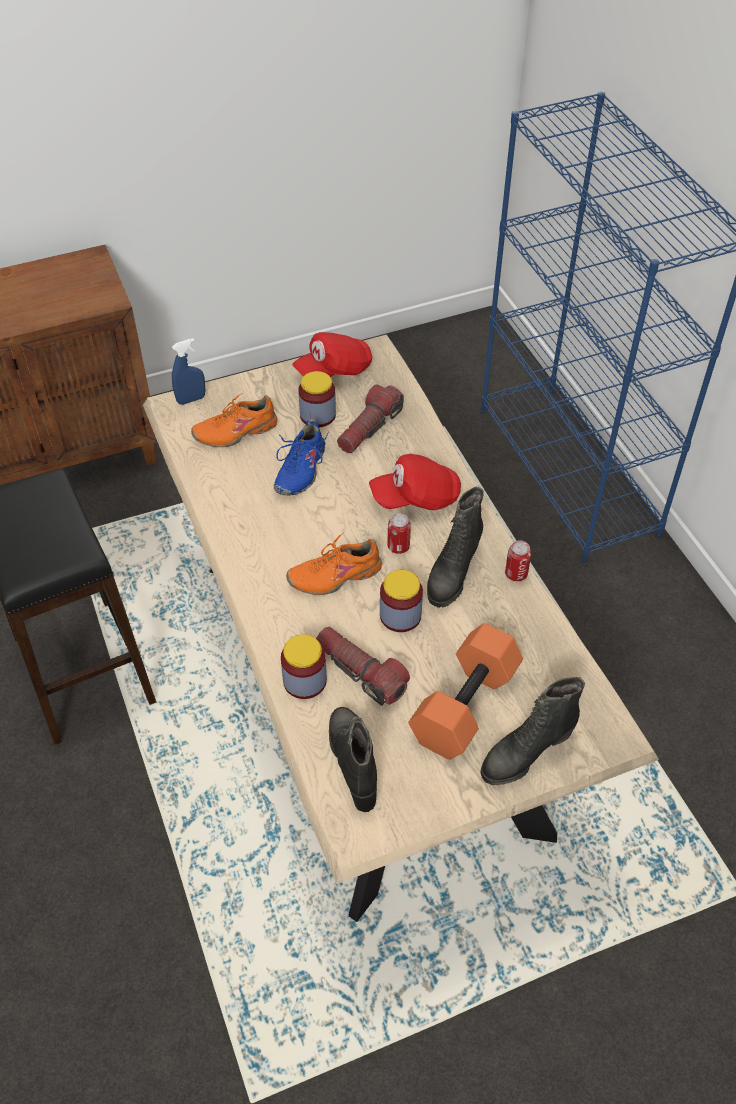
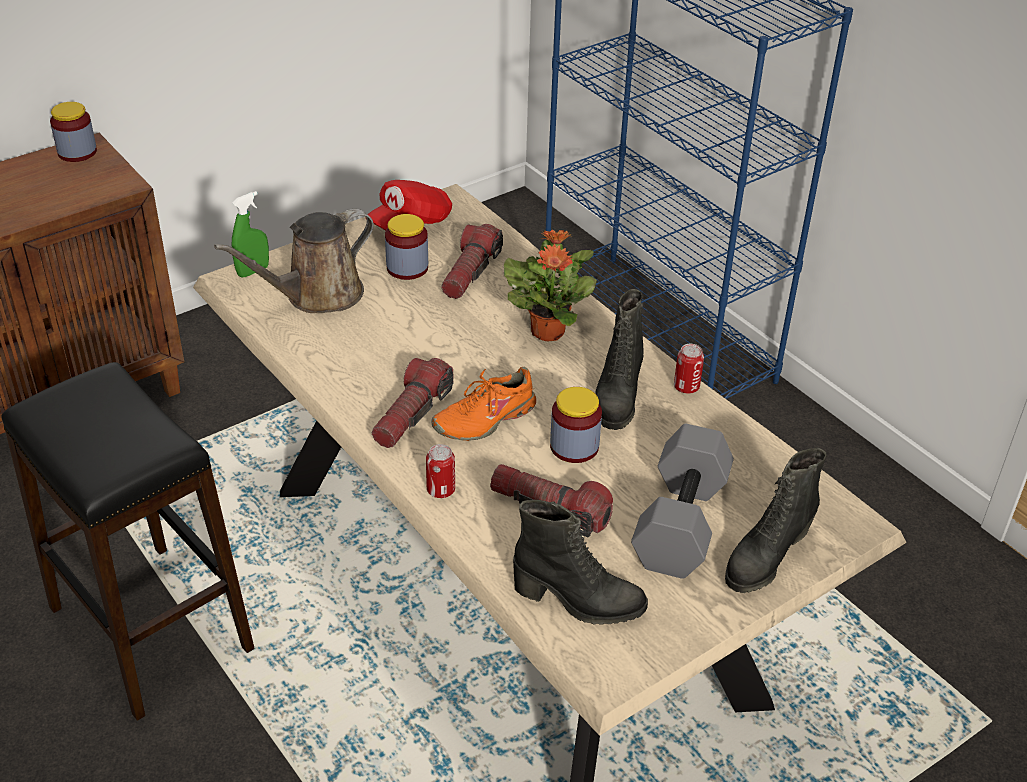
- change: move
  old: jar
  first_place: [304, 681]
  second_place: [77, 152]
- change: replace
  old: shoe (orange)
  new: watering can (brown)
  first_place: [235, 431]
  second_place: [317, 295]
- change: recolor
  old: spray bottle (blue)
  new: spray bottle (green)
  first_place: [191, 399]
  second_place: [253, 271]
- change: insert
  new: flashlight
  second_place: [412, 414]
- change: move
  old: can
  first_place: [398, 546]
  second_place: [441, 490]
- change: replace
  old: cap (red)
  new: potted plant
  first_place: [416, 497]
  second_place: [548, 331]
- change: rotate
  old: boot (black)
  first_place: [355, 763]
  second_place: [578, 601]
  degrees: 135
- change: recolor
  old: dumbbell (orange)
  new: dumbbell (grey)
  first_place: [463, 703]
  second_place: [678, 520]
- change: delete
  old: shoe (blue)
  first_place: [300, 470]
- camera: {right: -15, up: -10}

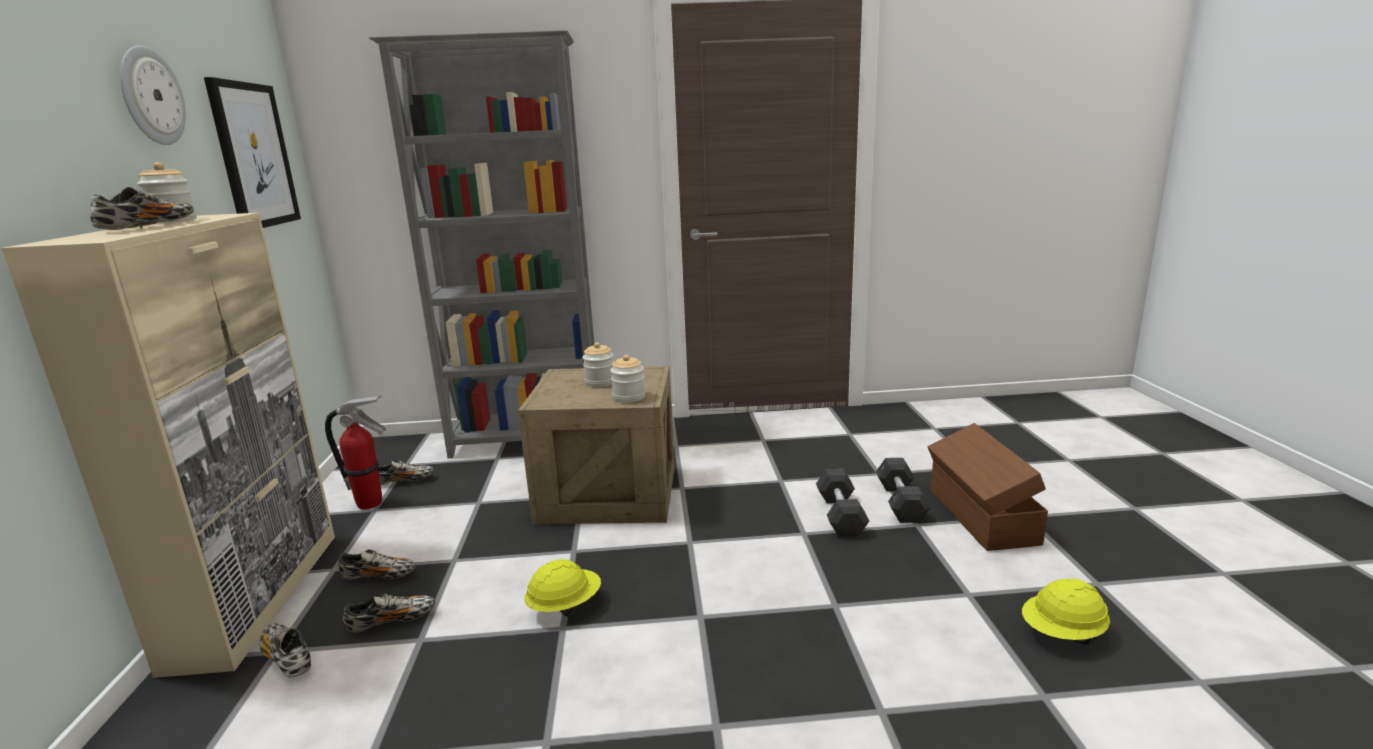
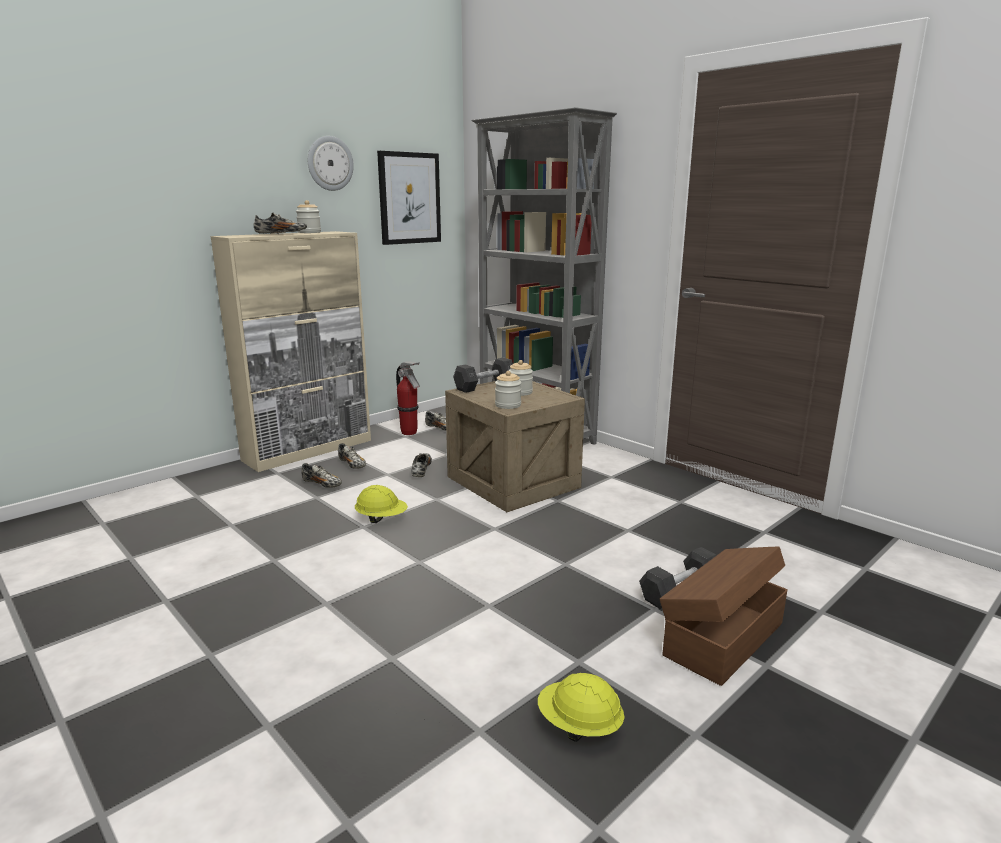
- change: move
  old: shoe
  first_place: [287, 658]
  second_place: [421, 470]
- change: move
  old: dumbbell (grey)
  first_place: [840, 515]
  second_place: [485, 386]
- camera: {right: 50, up: 0}

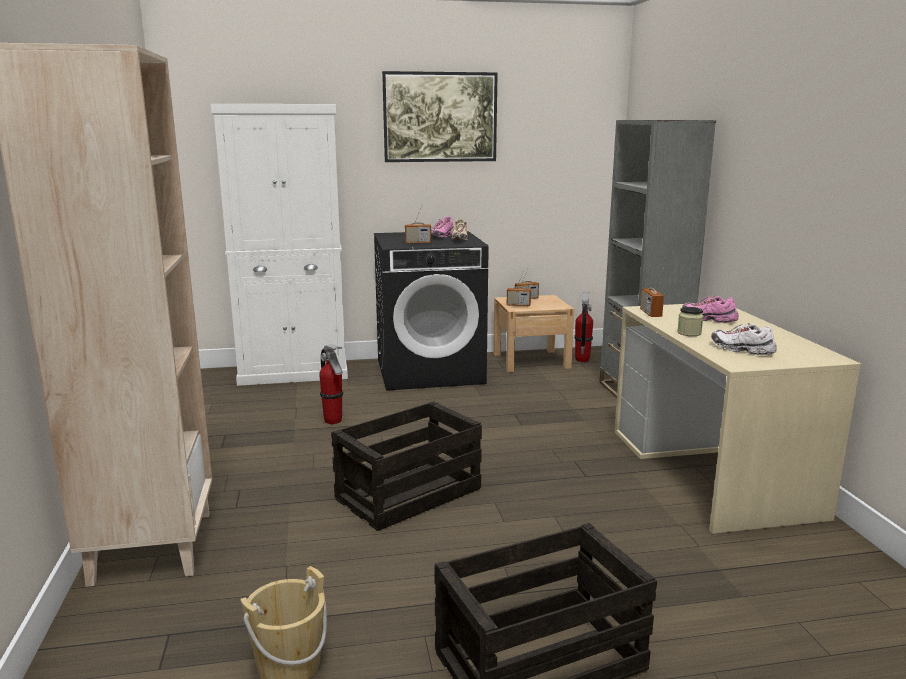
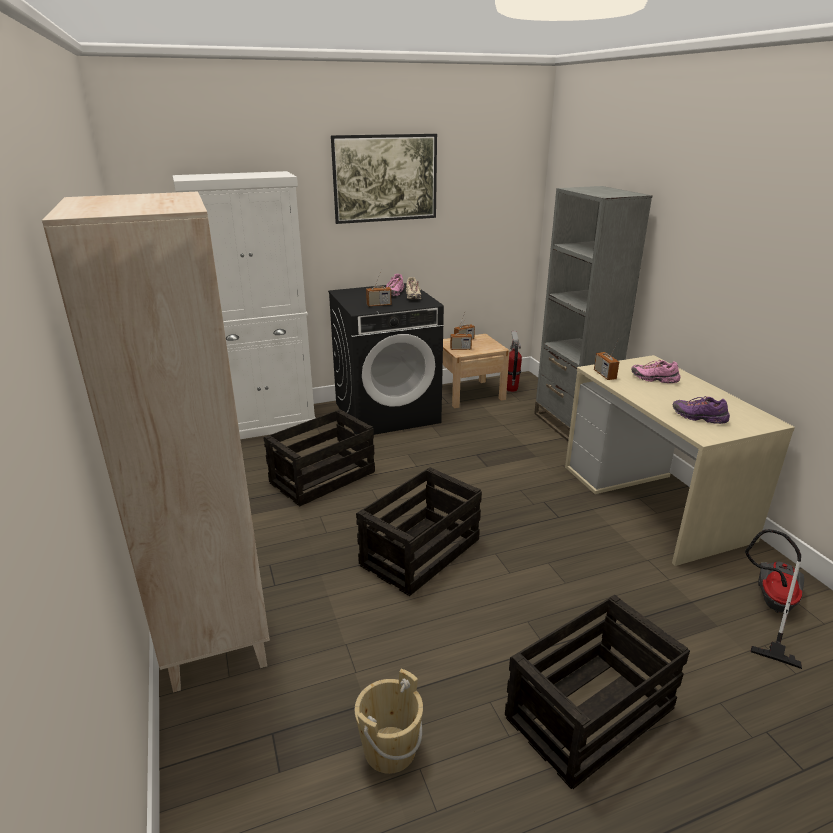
- change: replace
  old: fire extinguisher
  new: crate
  first_place: [333, 421]
  second_place: [323, 477]
- change: recolor
  old: shoe (white)
  new: shoe (purple)
  first_place: [742, 350]
  second_place: [699, 417]
- change: insert
  new: vacuum cleaner
  second_place: [771, 608]
- change: delete
  old: jar
  first_place: [689, 333]
- camera: {right: -10, up: 10}

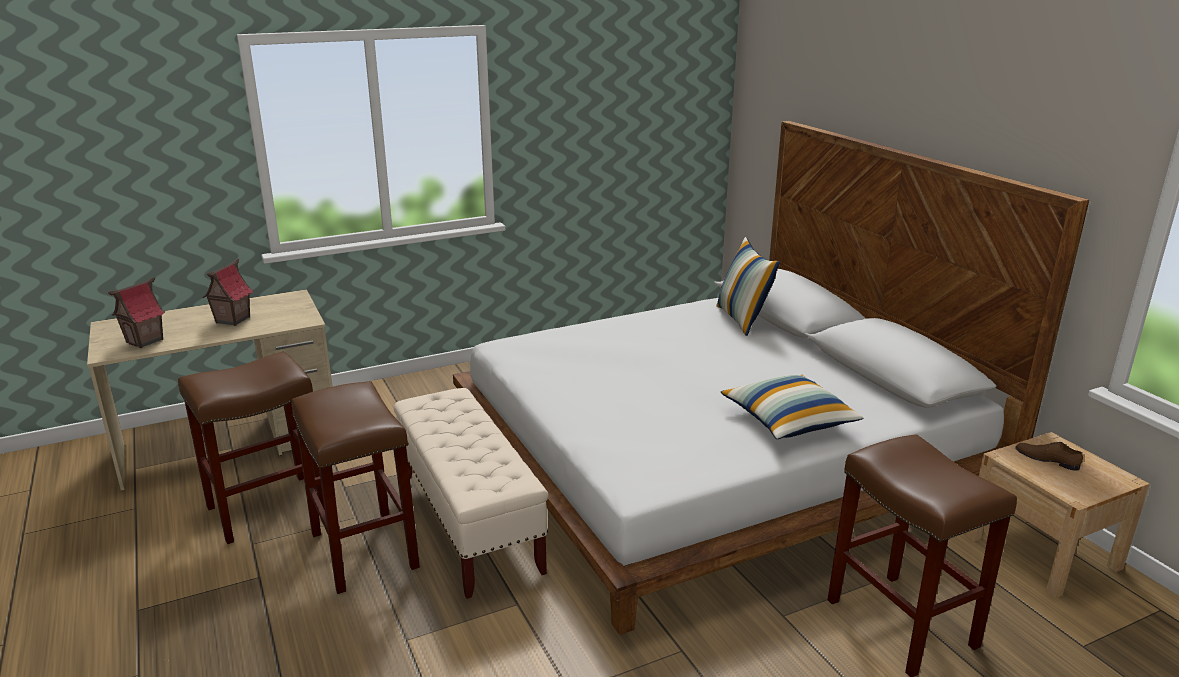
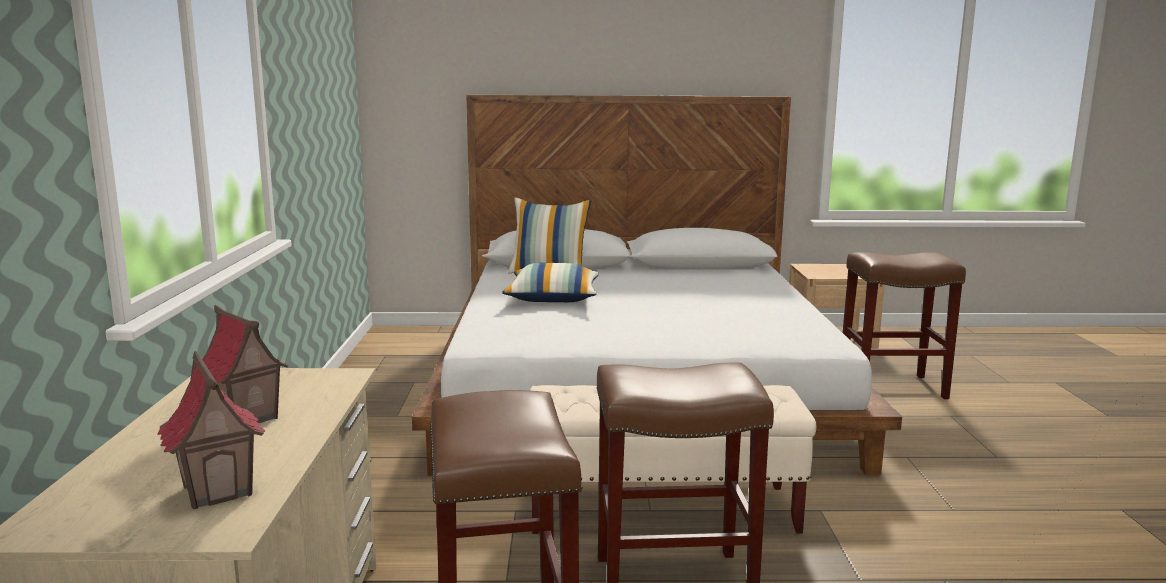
- change: move
  old: pillow
  first_place: [788, 421]
  second_place: [552, 298]
- change: delete
  old: shoe (brown)
  first_place: [1047, 459]
- camera: {right: -65, up: -10}

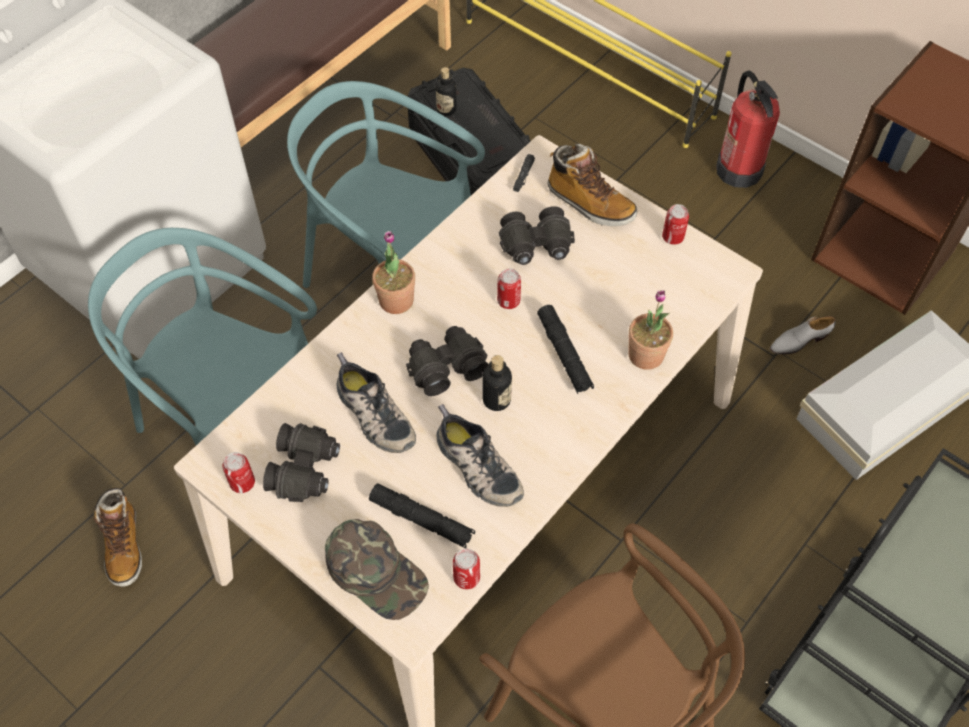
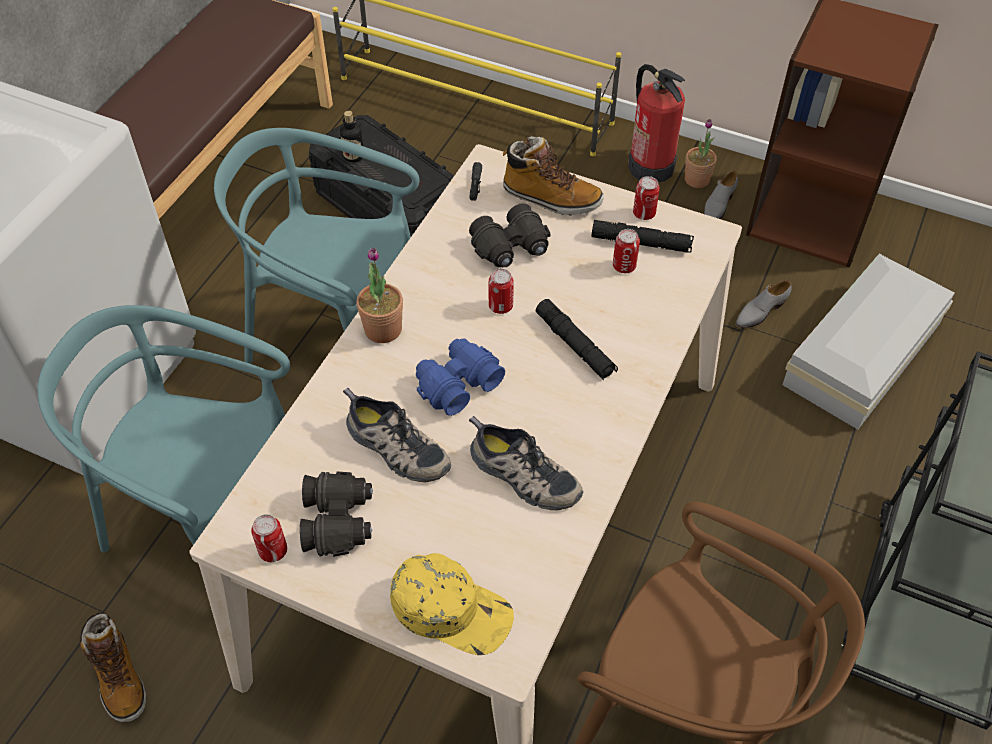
- change: recolor
  old: cap (green)
  new: cap (yellow)
  first_place: [377, 572]
  second_place: [452, 609]
- change: recolor
  old: binoculars (black)
  new: binoculars (blue)
  first_place: [446, 366]
  second_place: [457, 383]
- change: move
  old: flashlight (black)
  first_place: [422, 520]
  second_place: [641, 243]
- change: move
  old: can
  first_place: [466, 578]
  second_place: [624, 266]
- change: move
  old: potted plant
  first_place: [646, 355]
  second_place: [697, 179]
- change: insert
  new: shoe (grey)
  second_place: [718, 206]
- change: delete
  old: bottle
  first_place: [496, 399]
- camera: {right: -15, up: -5}

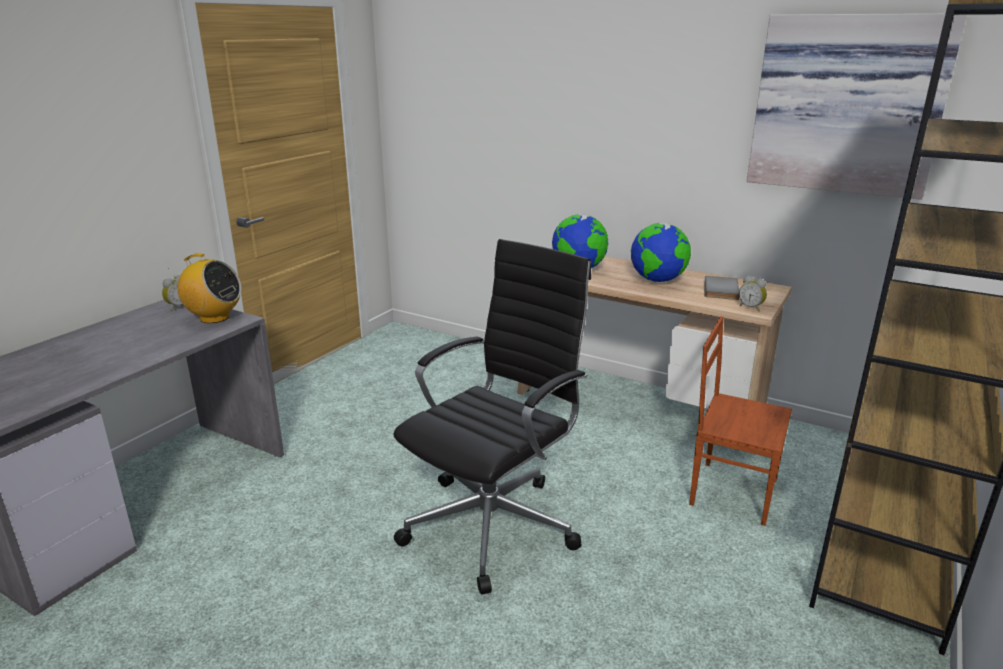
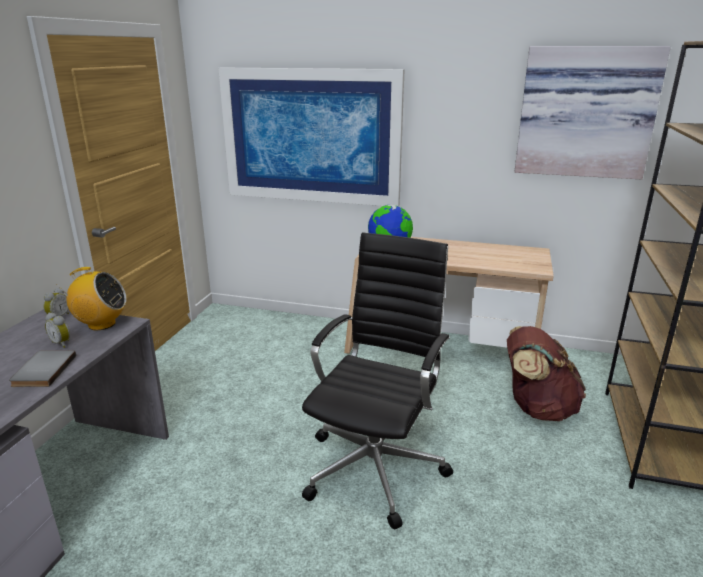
- change: move
  old: book (grey)
  first_place: [719, 290]
  second_place: [42, 370]
- change: move
  old: alarm clock
  first_place: [751, 308]
  second_place: [62, 343]
- change: insert
  new: picture
  second_place: [311, 136]
- change: replace
  old: chair (brown)
  new: backpack (brown)
  first_place: [732, 491]
  second_place: [536, 408]
- change: delete
  old: globe
  first_place: [658, 280]
- camera: {right: -15, up: 0}

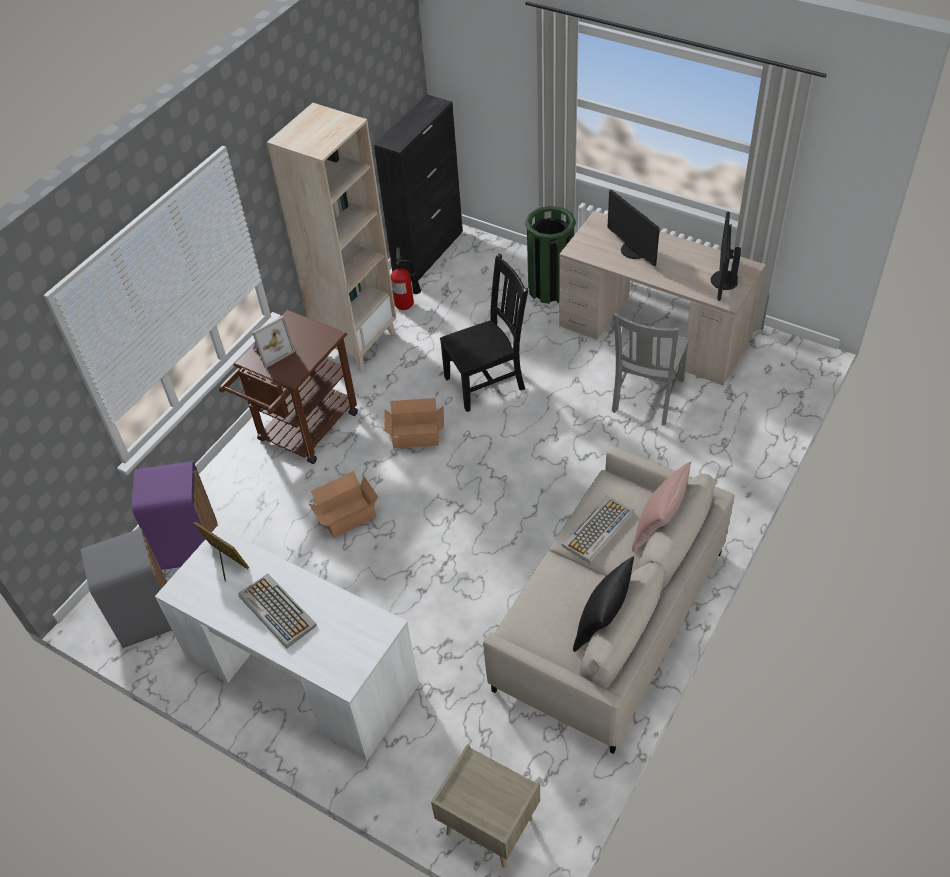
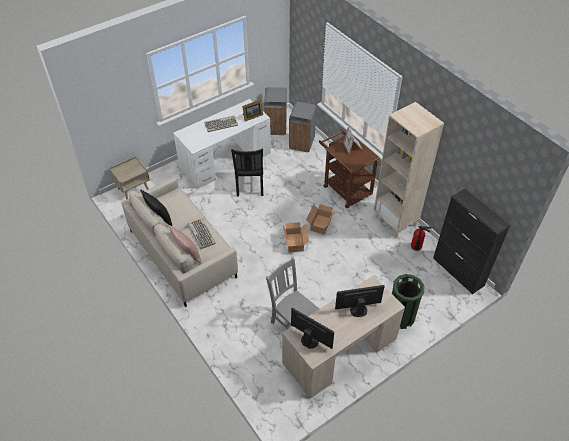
- change: move
  old: chair (black)
  first_place: [487, 382]
  second_place: [250, 185]
- change: move
  old: cardboard box
  first_place: [346, 516]
  second_place: [295, 242]
- change: recolor
  old: trash can (purple)
  new: trash can (grey)
  first_place: [189, 546]
  second_place: [302, 143]
- camera: {right: 110, up: 0}

